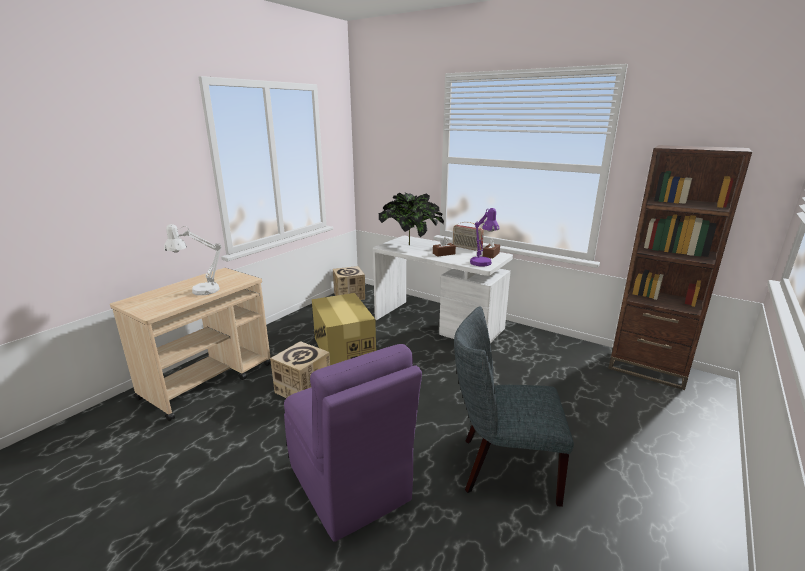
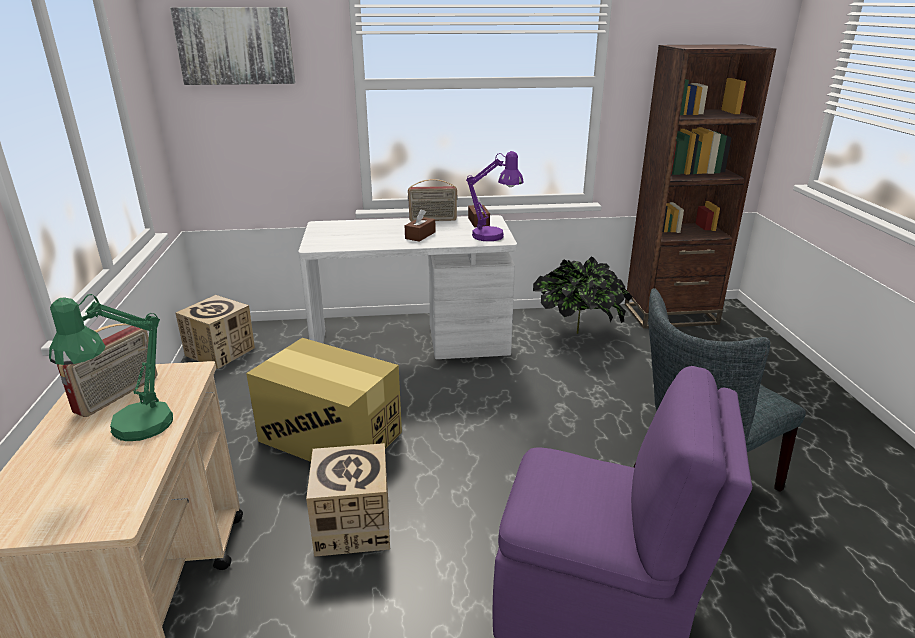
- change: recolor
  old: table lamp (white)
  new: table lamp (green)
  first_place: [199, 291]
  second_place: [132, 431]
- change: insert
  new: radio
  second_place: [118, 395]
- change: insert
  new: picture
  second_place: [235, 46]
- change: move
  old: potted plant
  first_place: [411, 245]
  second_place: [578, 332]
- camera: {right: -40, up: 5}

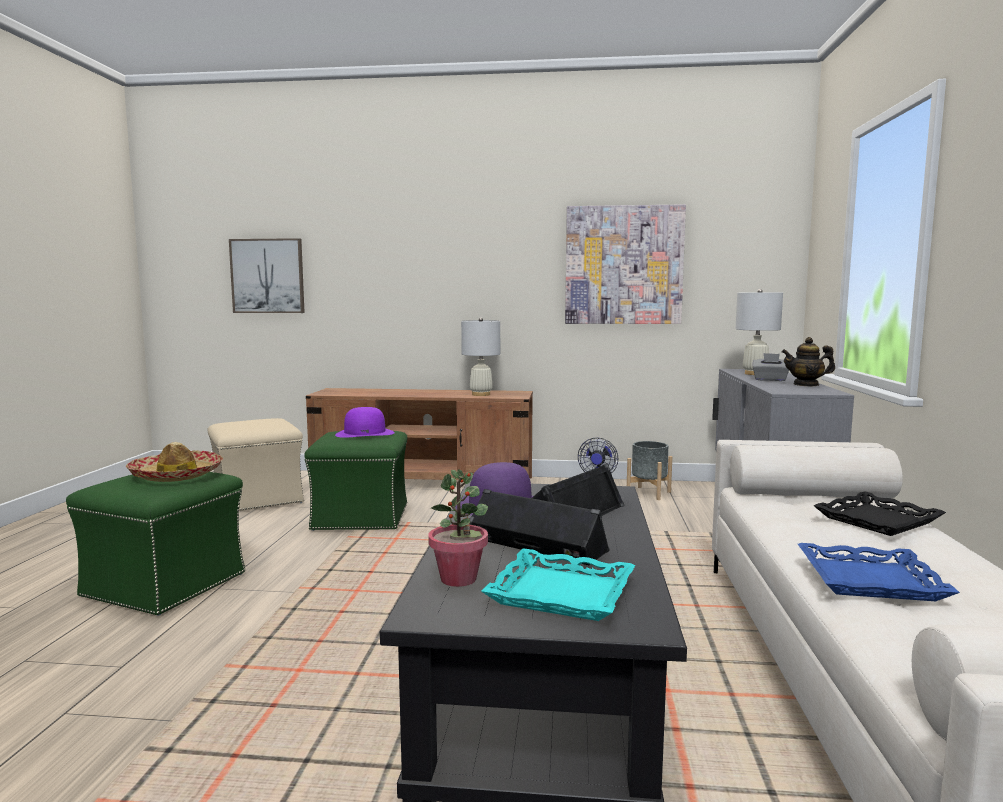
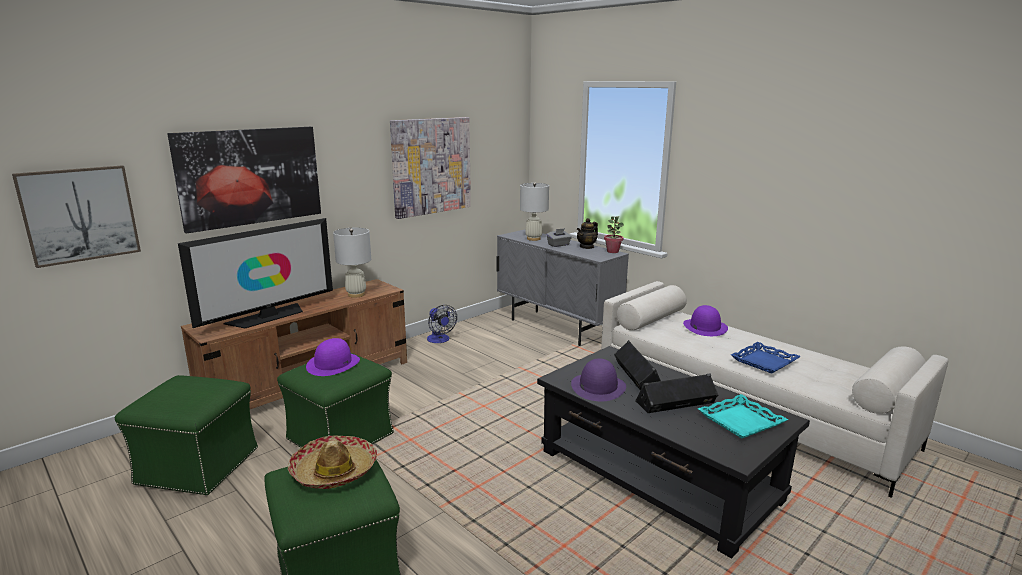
- change: recolor
  old: ottoman (beige)
  new: ottoman (green)
  first_place: [257, 498]
  second_place: [197, 466]
- change: insert
  new: picture
  second_place: [250, 176]
- change: insert
  new: television
  second_place: [268, 316]
- change: move
  old: potted plant
  first_place: [459, 579]
  second_place: [612, 251]
- change: replace
  old: tray (black)
  new: hat (purple)
  first_place: [876, 520]
  second_place: [705, 327]
- change: delete
  old: planter (grey)
  first_place: [648, 493]
- camera: {right: -50, up: 10}

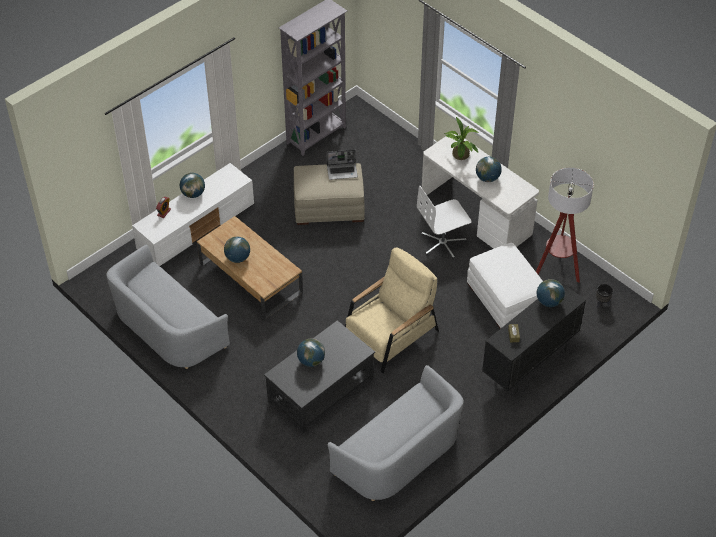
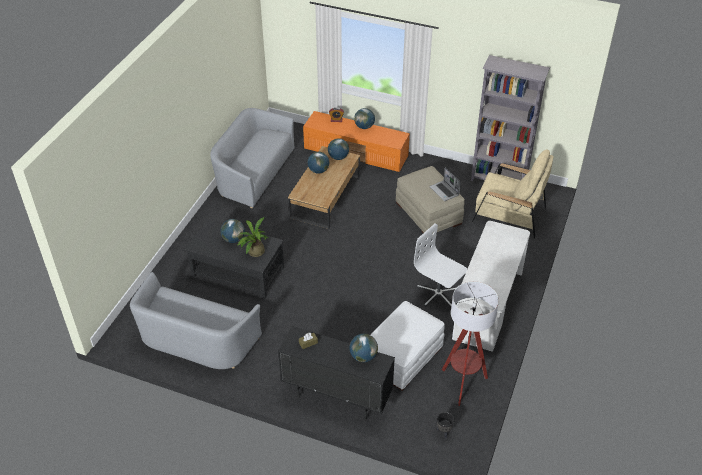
- change: move
  old: potted plant
  first_place: [461, 156]
  second_place: [254, 252]
- change: recolor
  old: tv stand (white)
  new: tv stand (orange)
  first_place: [196, 226]
  second_place: [356, 153]
- change: move
  old: globe
  first_place: [487, 178]
  second_place: [338, 157]
- change: move
  old: armchair (beige)
  first_place: [390, 335]
  second_place: [509, 214]
- camera: {right: 65, up: -5}

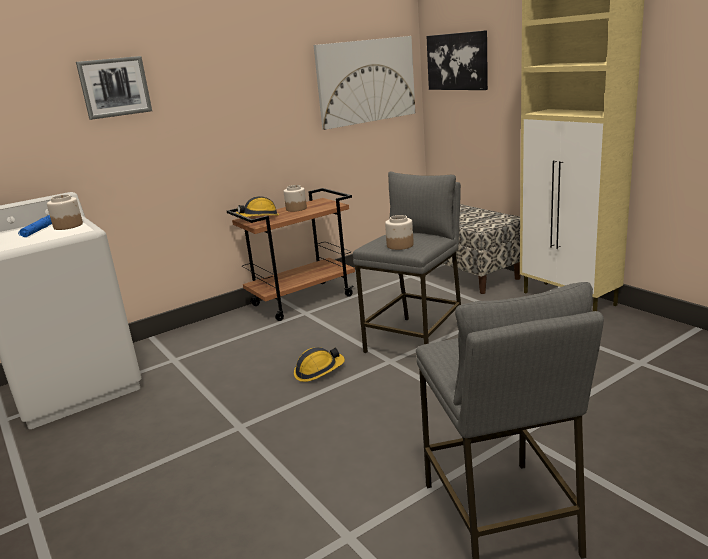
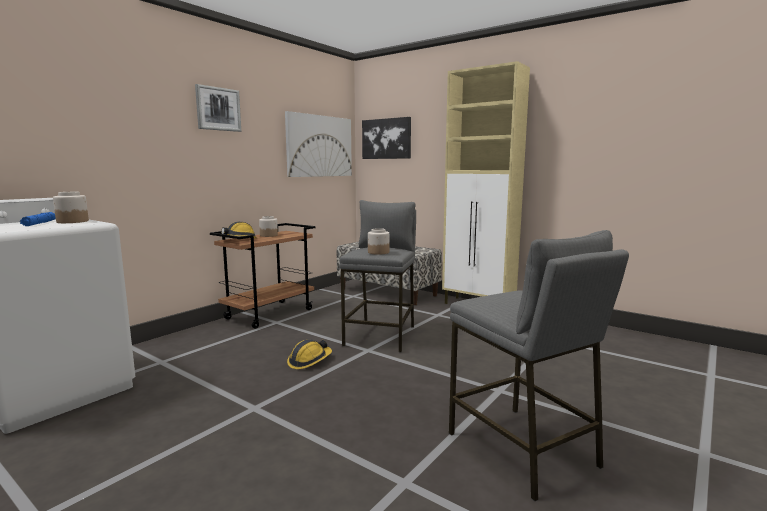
- change: move
  old: picture
  first_place: [114, 87]
  second_place: [218, 109]
- camera: {right: -20, up: -10}

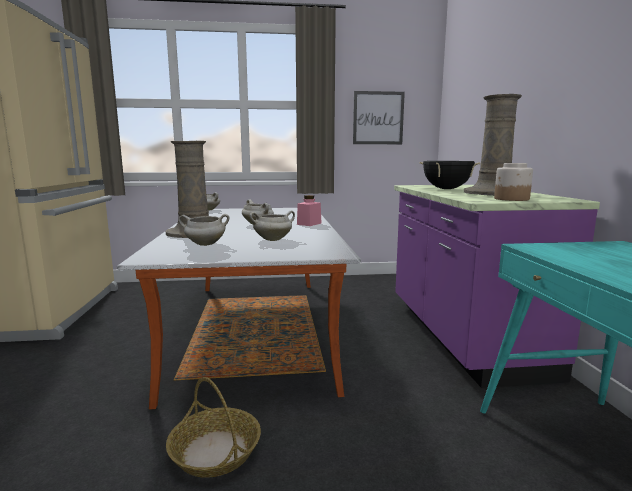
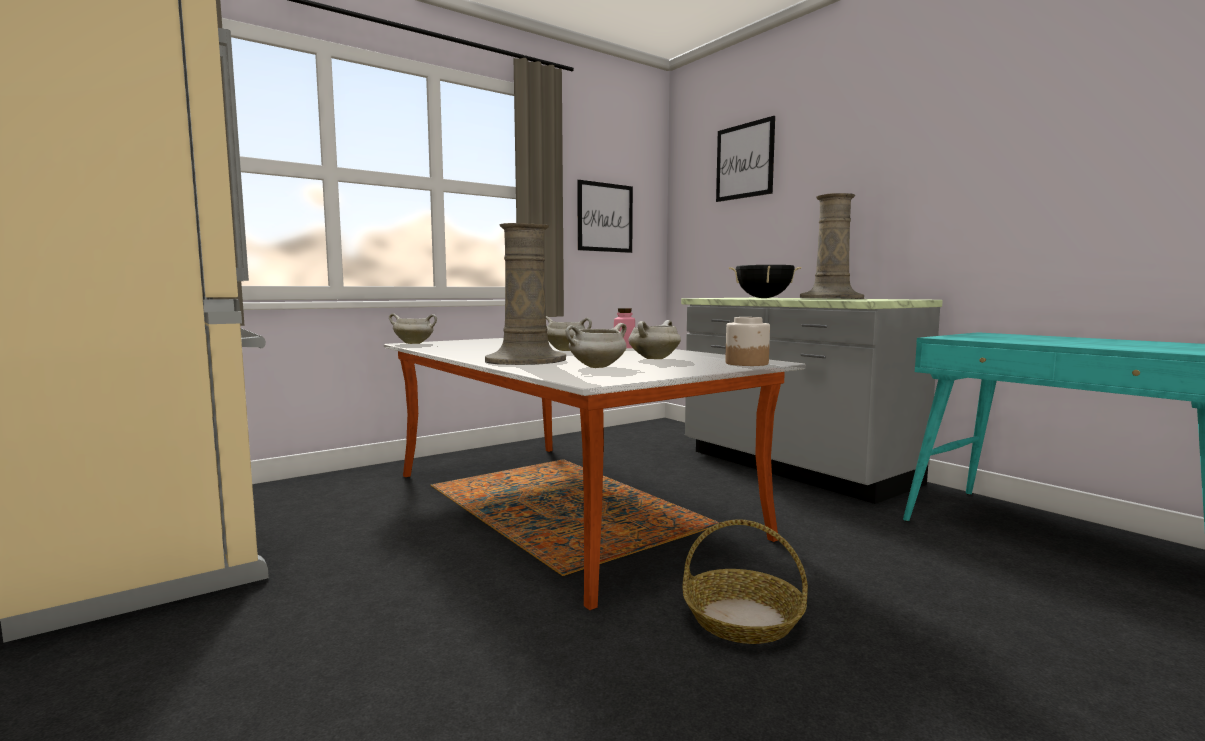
- change: recolor
  old: counter (purple)
  new: counter (grey)
  first_place: [462, 336]
  second_place: [793, 468]
- change: insert
  new: picture
  second_place: [744, 161]
- change: move
  old: jar
  first_place: [511, 199]
  second_place: [746, 363]
- camera: {right: -30, up: -5}

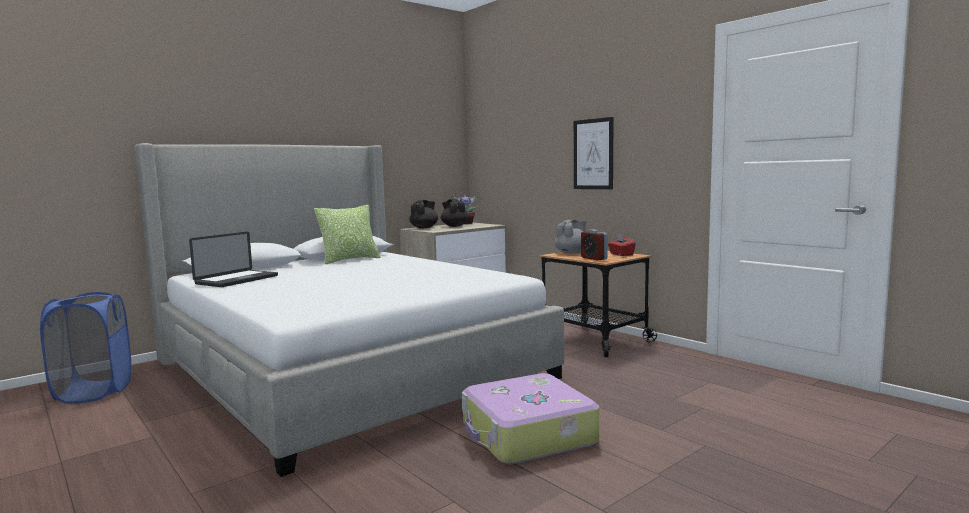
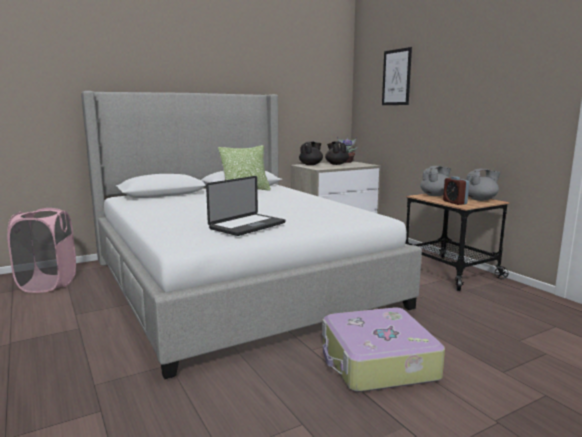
- change: recolor
  old: laundry basket (blue)
  new: laundry basket (pink)
  first_place: [94, 392]
  second_place: [48, 284]
- change: move
  old: laptop
  first_place: [237, 280]
  second_place: [247, 226]
- change: move
  old: picture
  first_place: [593, 154]
  second_place: [396, 77]
- change: replace
  old: tissue box (red)
  new: teapot (grey)
  first_place: [621, 254]
  second_place: [481, 199]
- camera: {right: 10, up: 5}

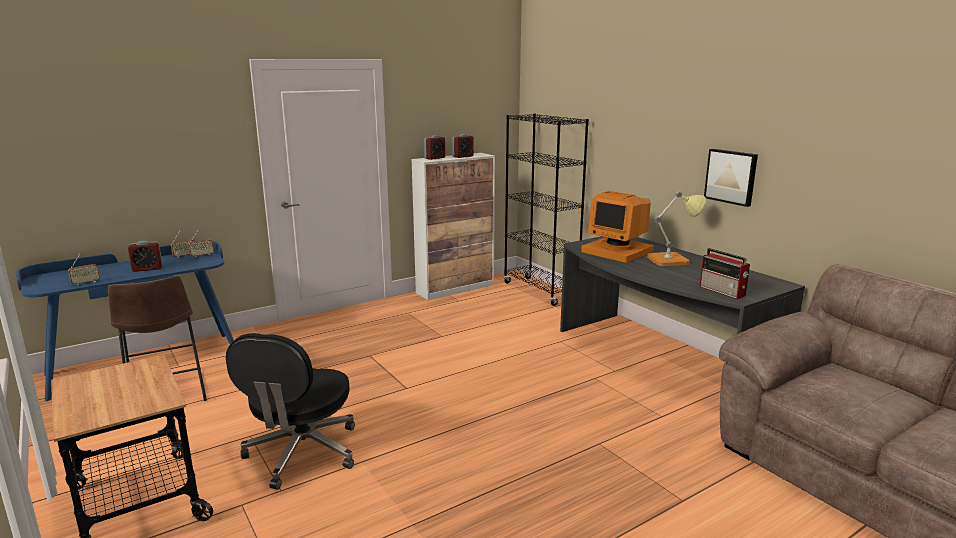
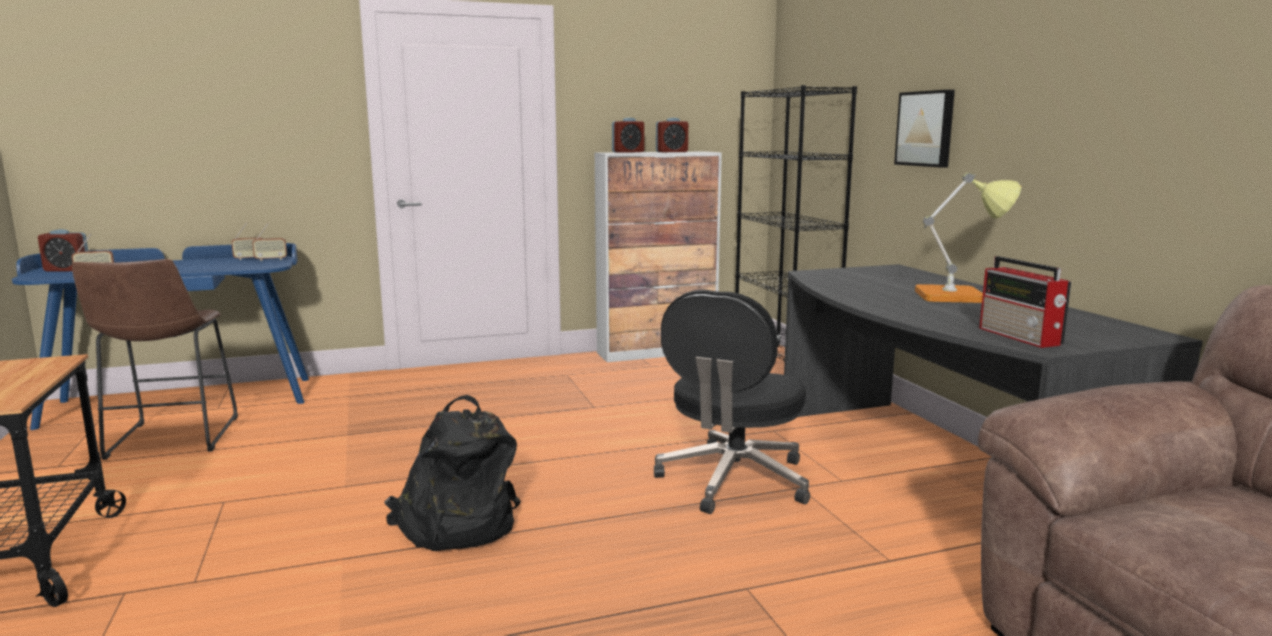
- change: move
  old: alarm clock
  first_place: [147, 269]
  second_place: [67, 270]
- change: insert
  new: backpack (black)
  second_place: [455, 525]
- change: move
  old: office chair (black)
  first_place: [302, 453]
  second_place: [733, 481]
- change: move
  old: picture
  first_place: [731, 176]
  second_place: [926, 128]
- change: delete
  old: monitor
  first_place: [618, 251]
- camera: {right: 15, up: -5}

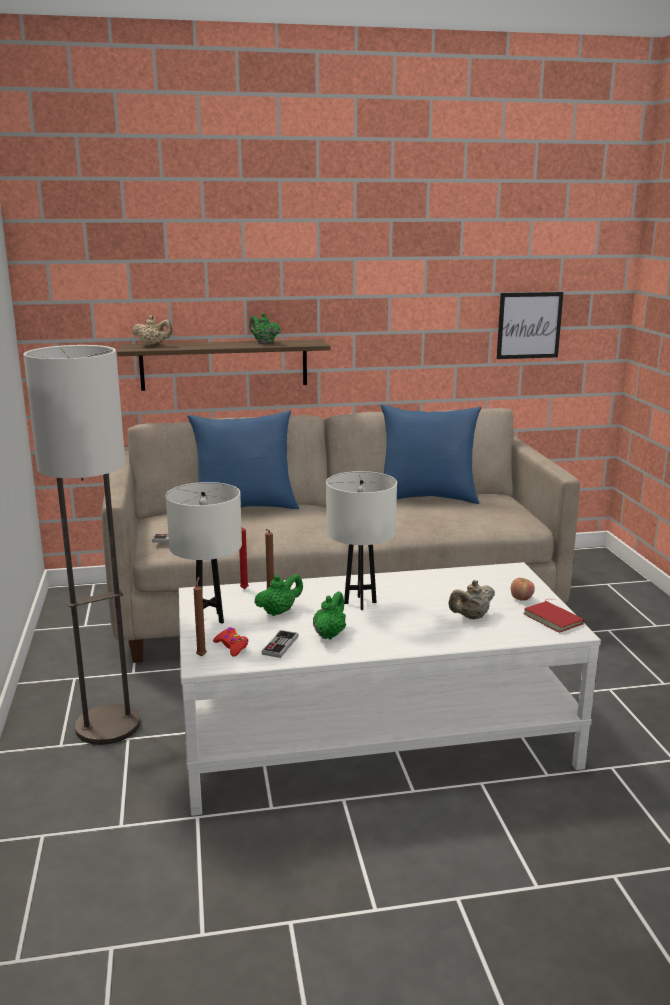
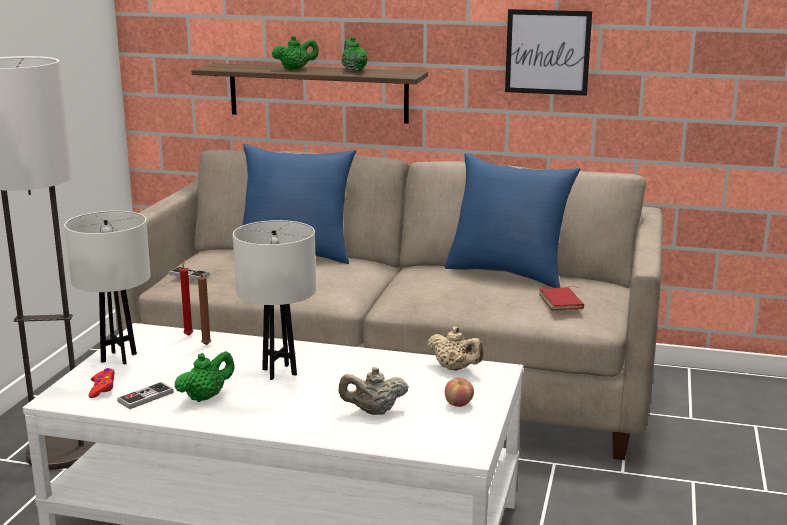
- change: move
  old: teapot (green)
  first_place: [279, 611]
  second_place: [295, 69]
- change: move
  old: teapot (beige)
  first_place: [153, 345]
  second_place: [455, 368]
- change: move
  old: picture
  first_place: [529, 325]
  second_place: [547, 52]
- change: move
  old: book (red)
  first_place: [554, 619]
  second_place: [562, 302]
- change: delete
  old: candle (brown)
  first_place: [202, 655]
- camera: {right: 25, up: 0}

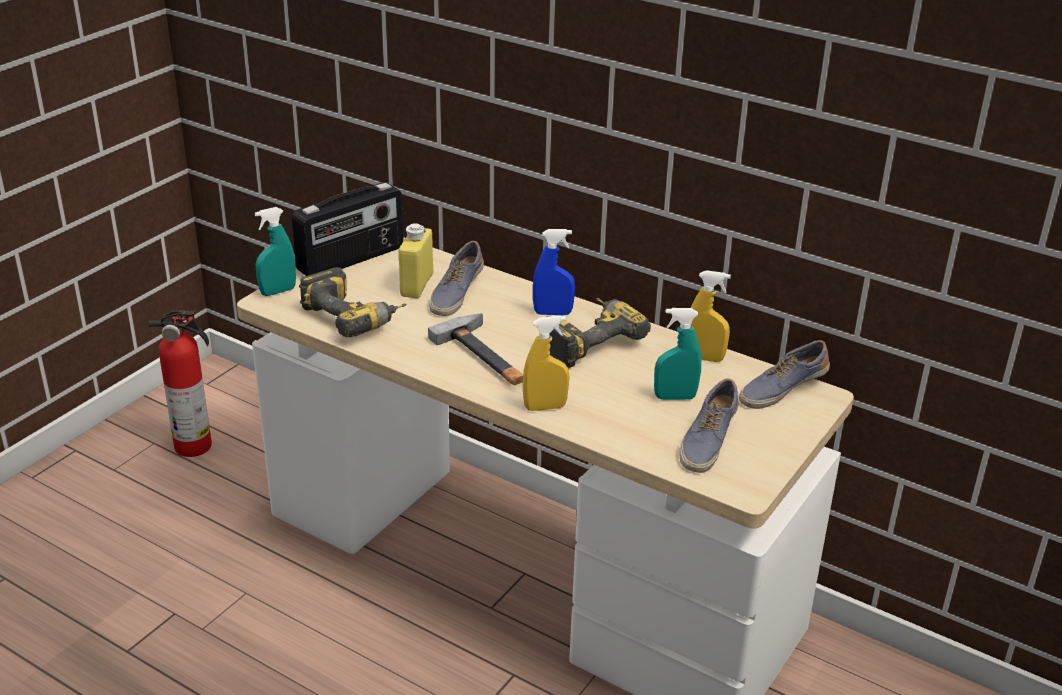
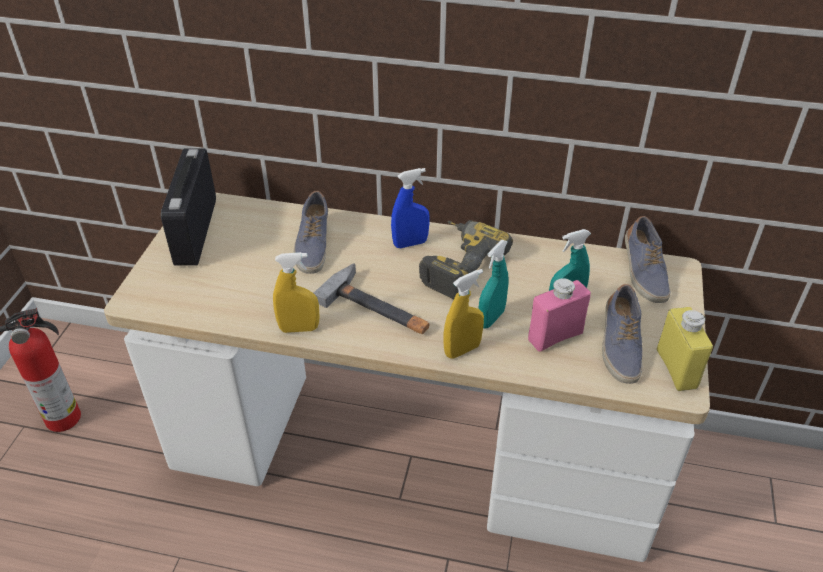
- change: rotate
  old: radio
  first_place: [351, 260]
  second_place: [195, 231]
  degrees: 150
- change: move
  old: spray bottle (yellow)
  first_place: [704, 358]
  second_place: [299, 328]
- change: move
  old: spray bottle (turquoise)
  first_place: [278, 291]
  second_place: [491, 318]
- change: insert
  new: bottle (pink)
  second_place: [555, 336]
- change: rotate
  old: shoe
  first_place: [781, 389]
  second_place: [643, 272]
  degrees: -45
- change: move
  old: bottle (yellow)
  first_place: [417, 285]
  second_place: [676, 369]
- change: delete
  old: power drill
  first_place: [355, 317]
- camera: {right: -20, up: 10}

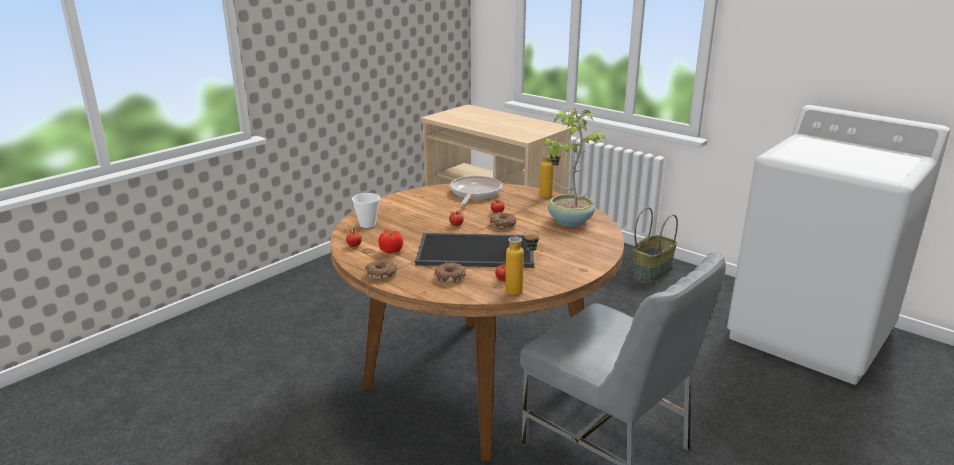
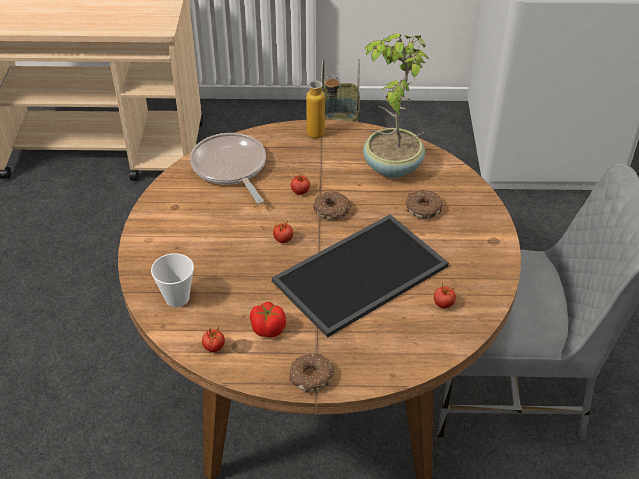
- change: move
  old: donut
  first_place: [450, 277]
  second_place: [423, 208]
- change: delete
  old: bottle
  first_place: [521, 293]
- camera: {right: -40, up: 20}

